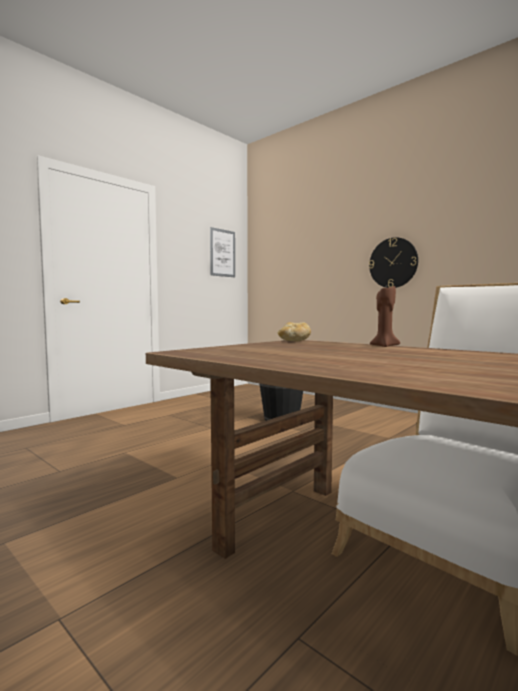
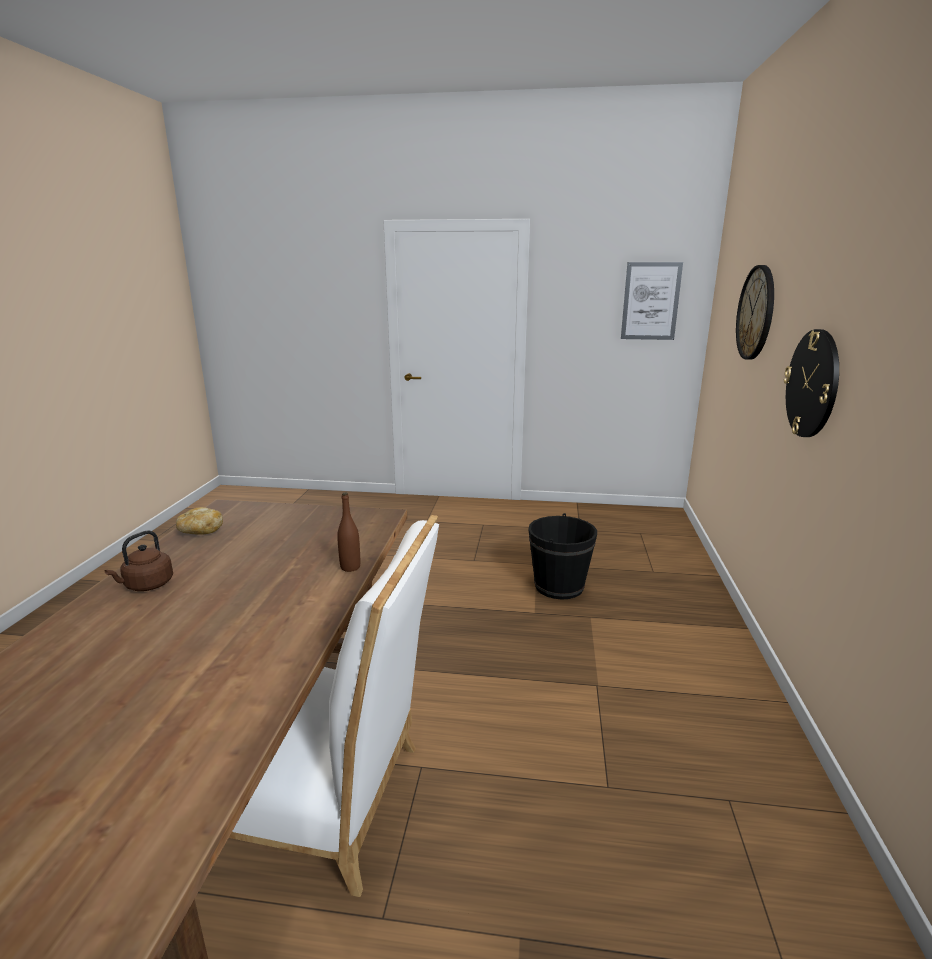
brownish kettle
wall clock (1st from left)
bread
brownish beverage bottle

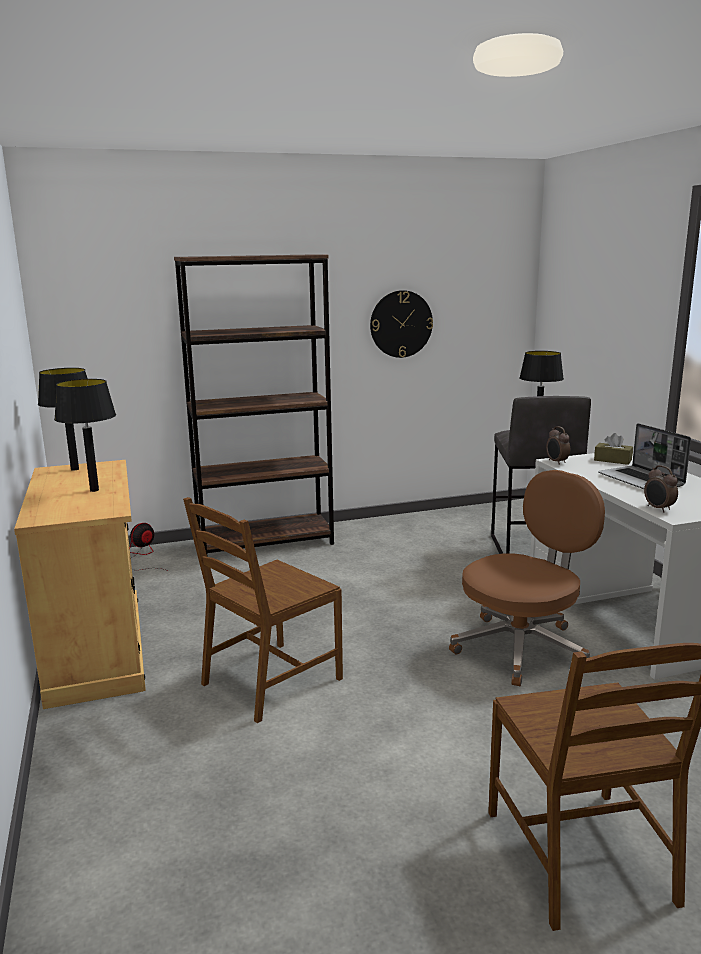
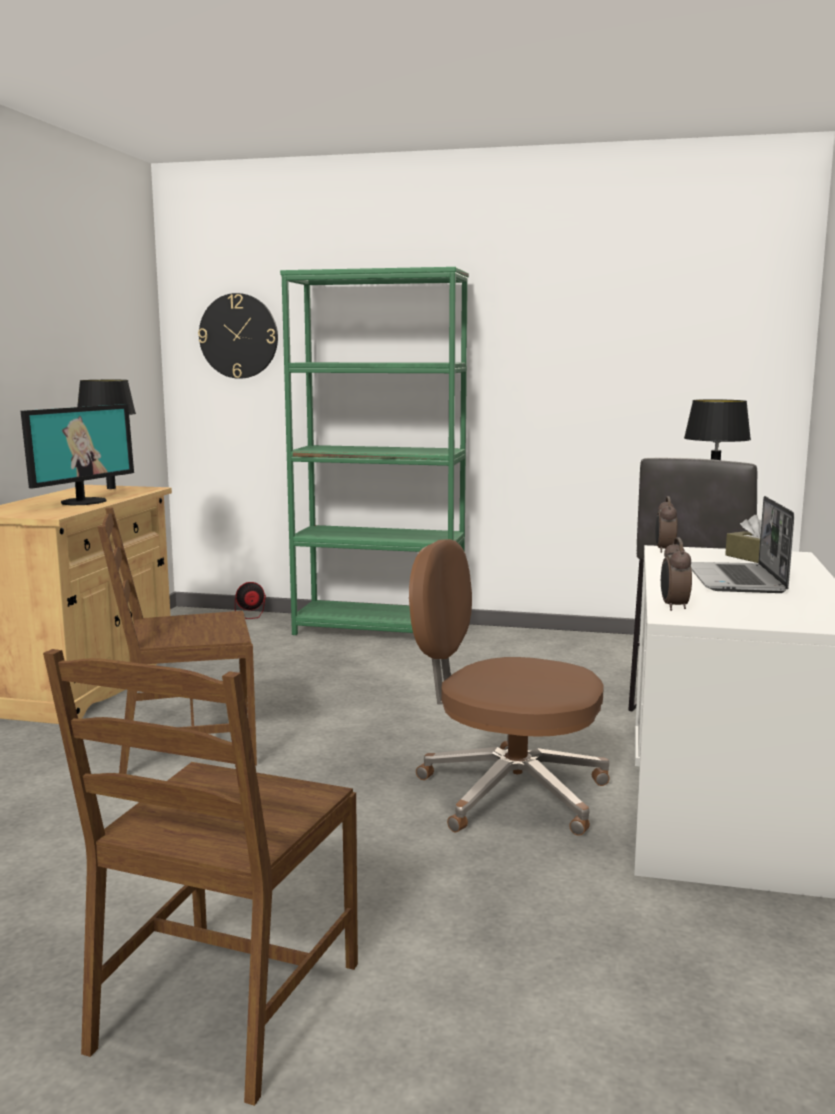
wall clock
computer display
greenish bookcase
brownish office chair

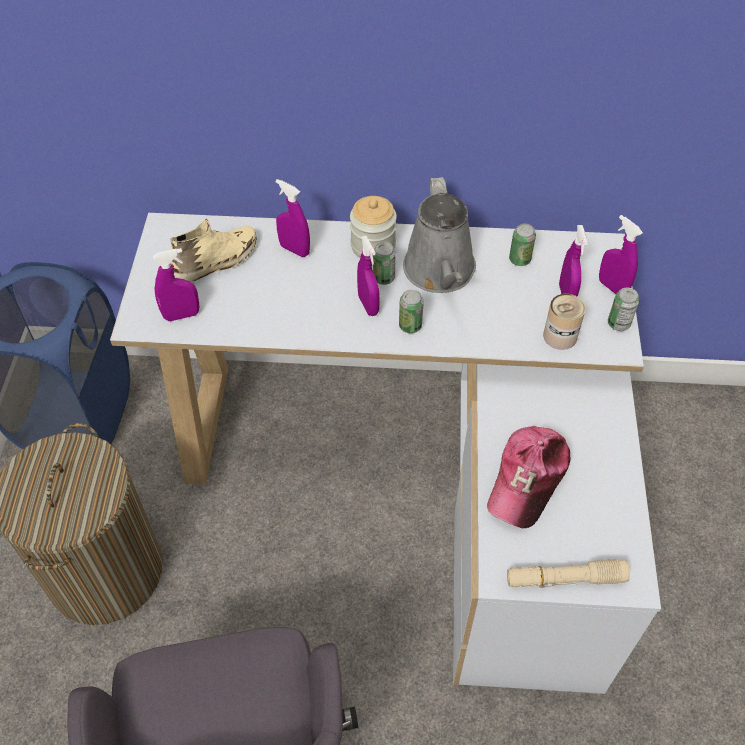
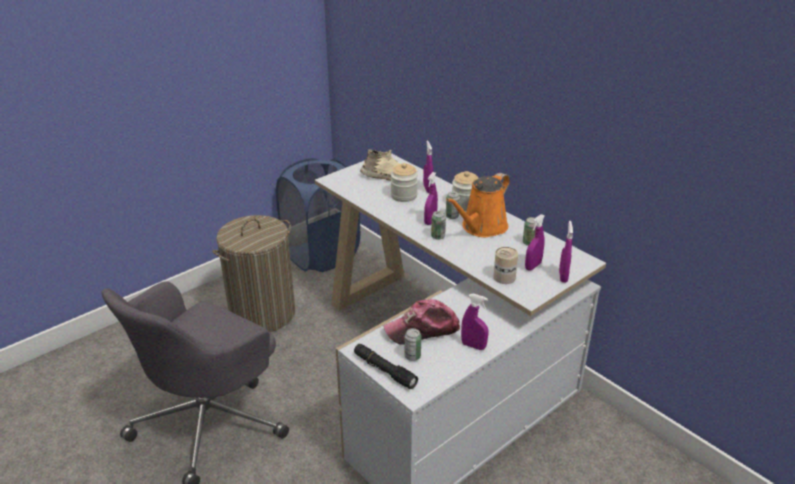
jar (1st from left)
purple spray bottle (3rd from left)
metal can (1st from left)
orange watering can
blackish hand torch

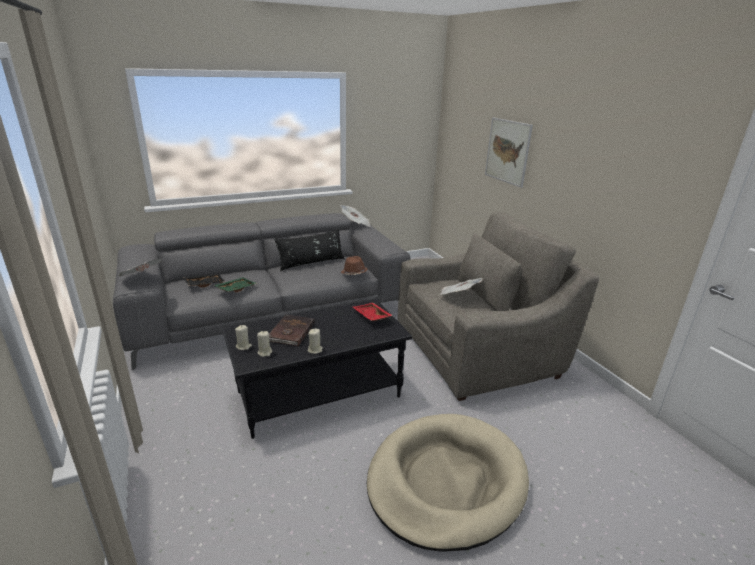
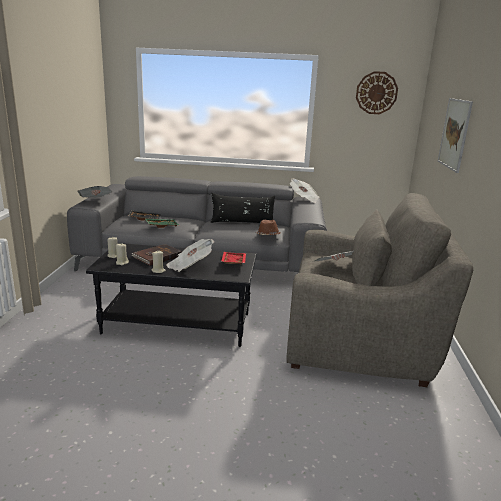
beige-coloured dog bed
printed paper (2nd from left)
wall clock

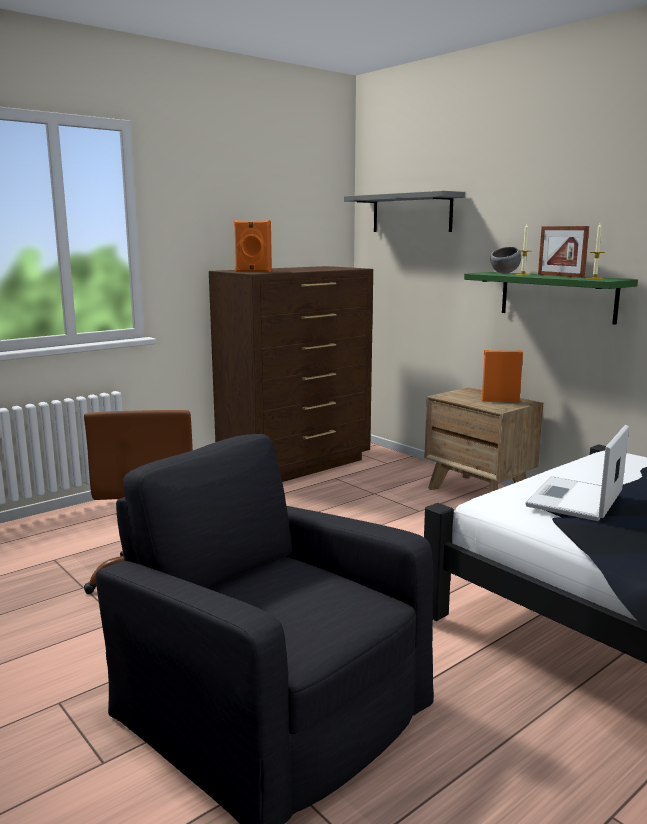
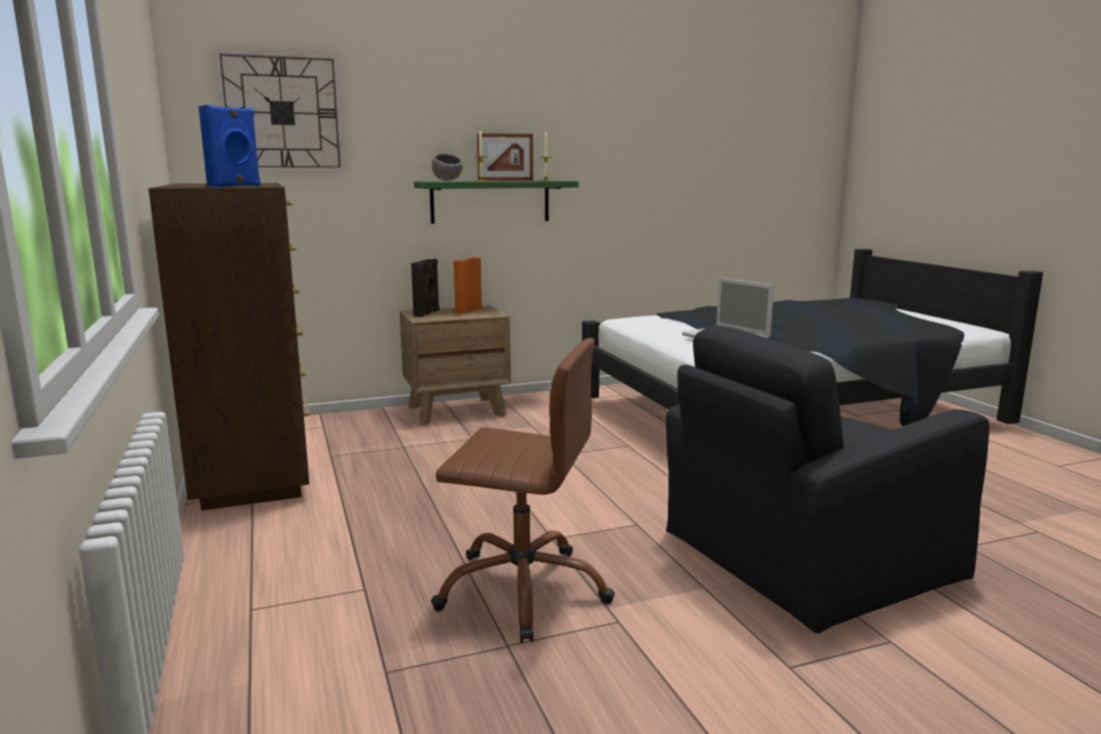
blackish audio speaker
wall clock
blue-coloured audio speaker

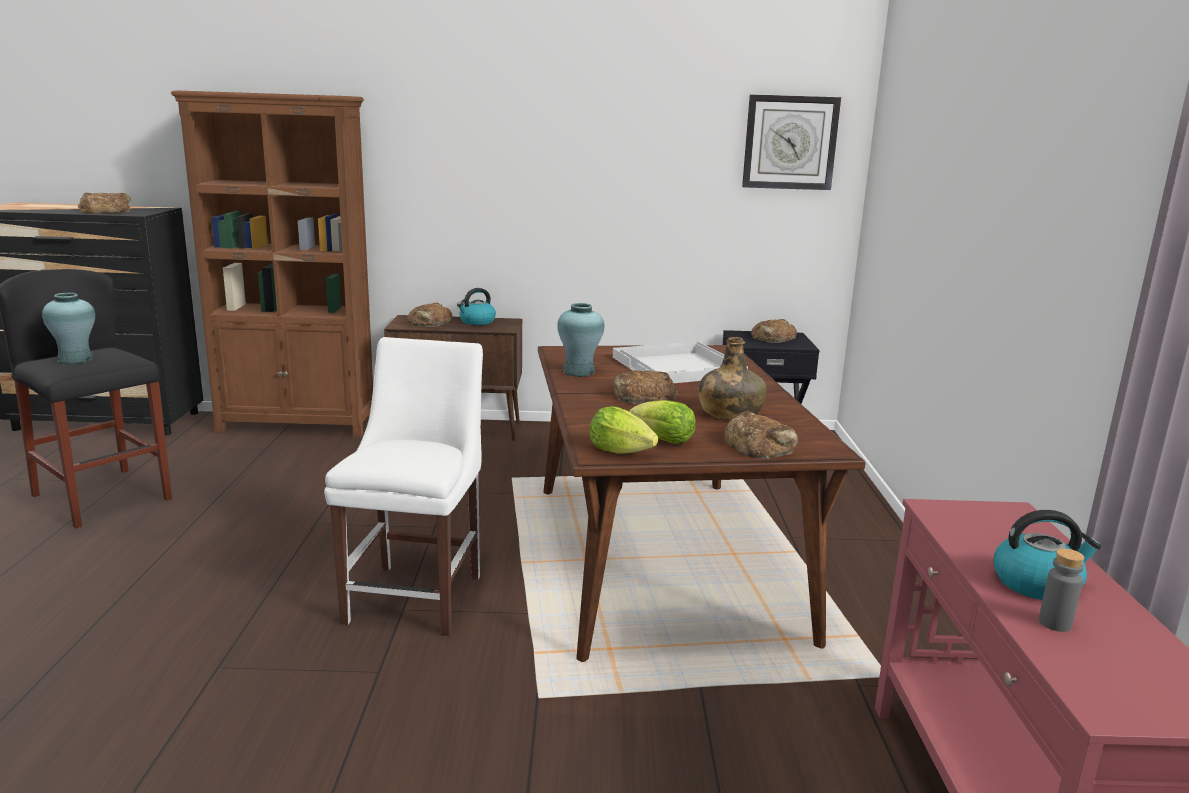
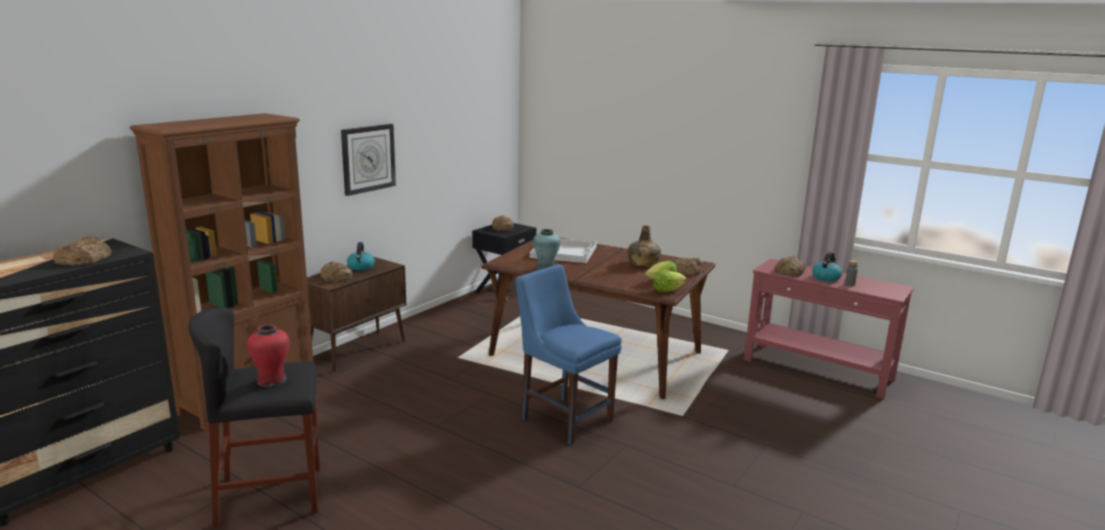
bread (5th from left)
wall clock
reddish decorative vase
blue-coloured plain chair

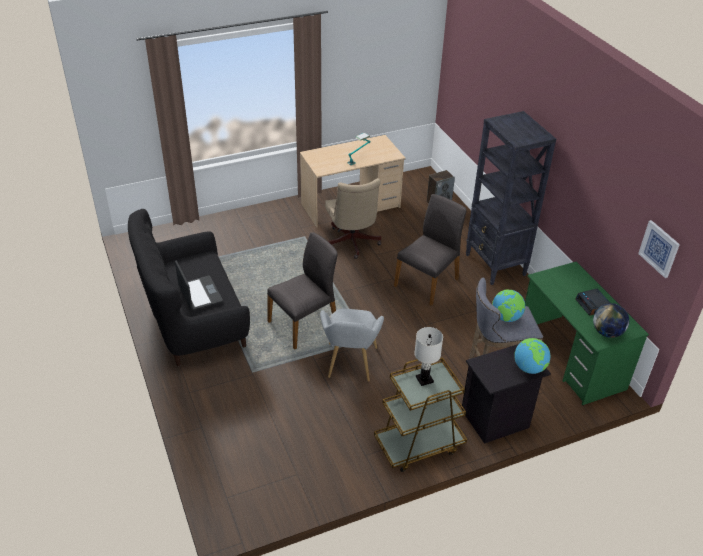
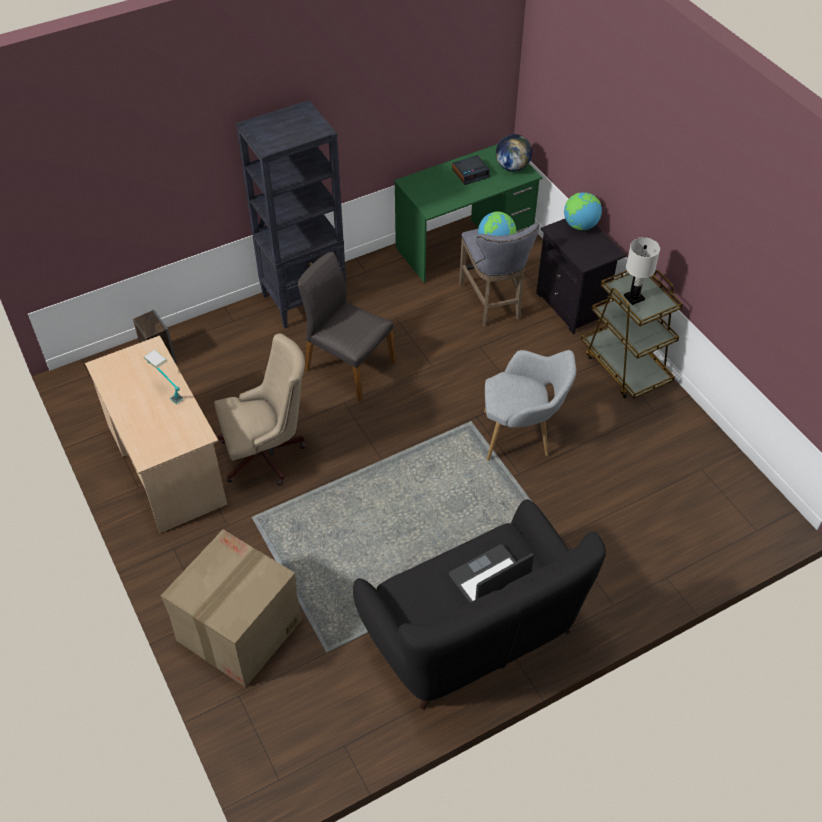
greyish plain chair (1st from left in the first image)
picture
packing box

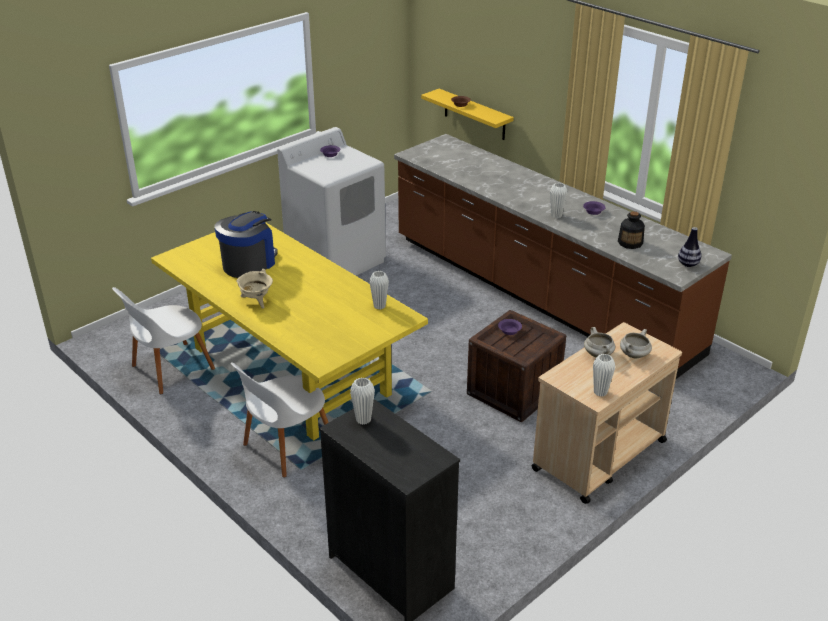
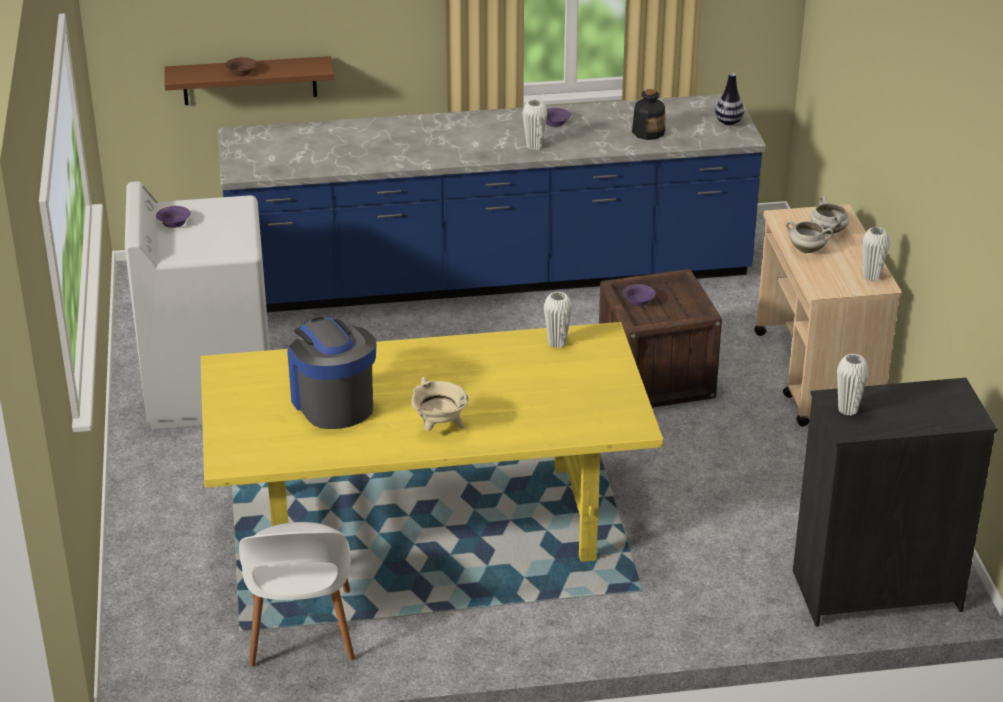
white-coloured plain chair (2nd from left in the first image)
blue-coloured kitchen counter
brownish wall shelf

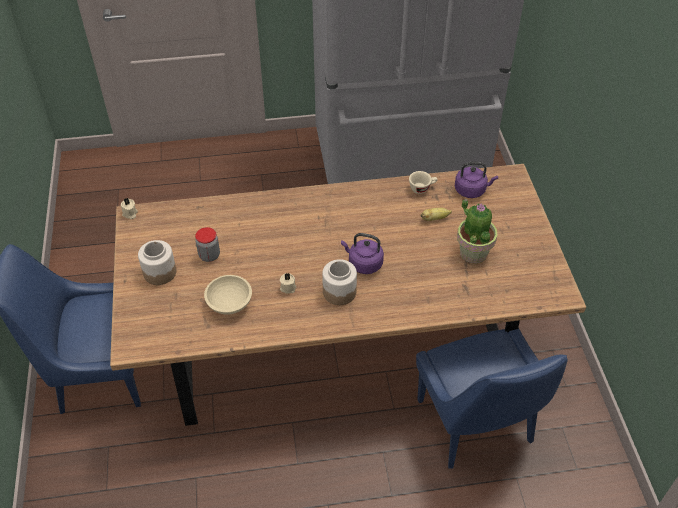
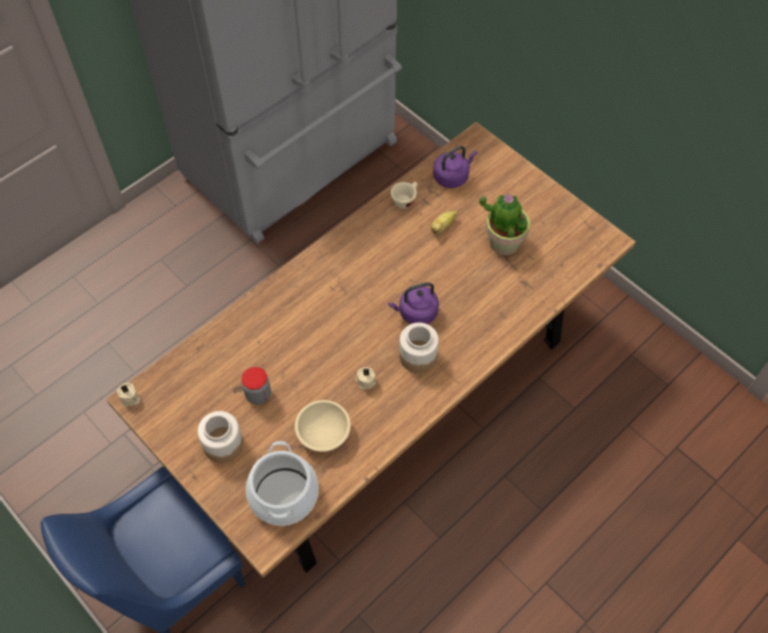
blue-coloured plain chair (2nd from left in the first image)
saucepot

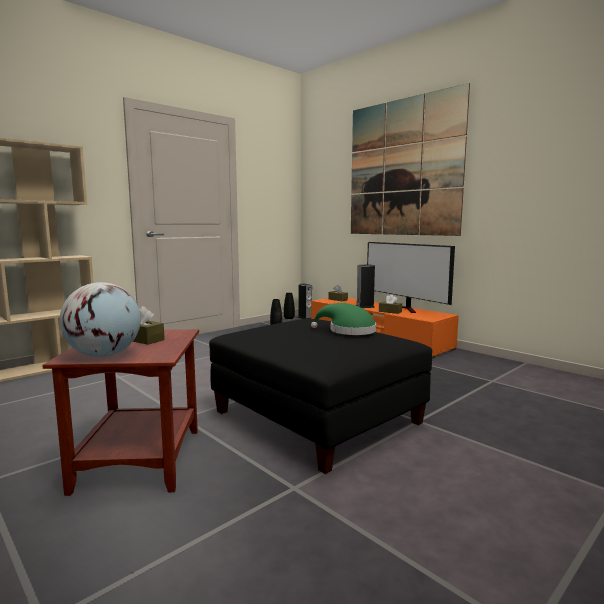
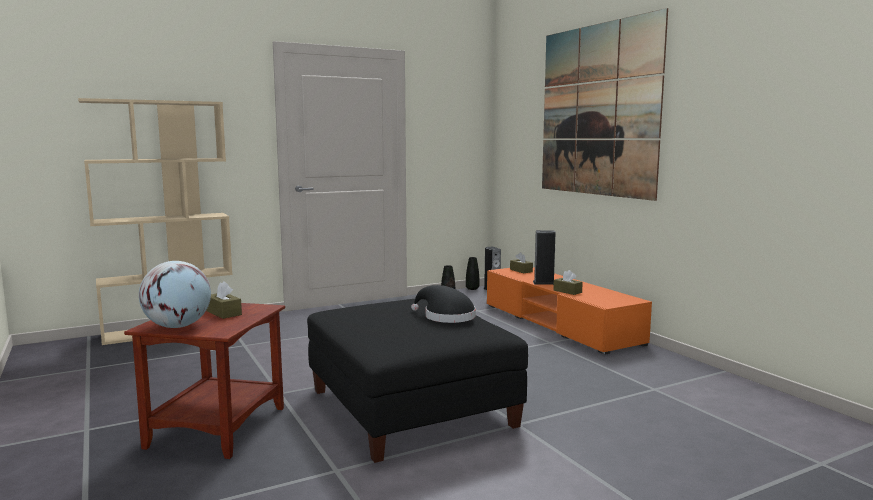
TV set
blackish hat

